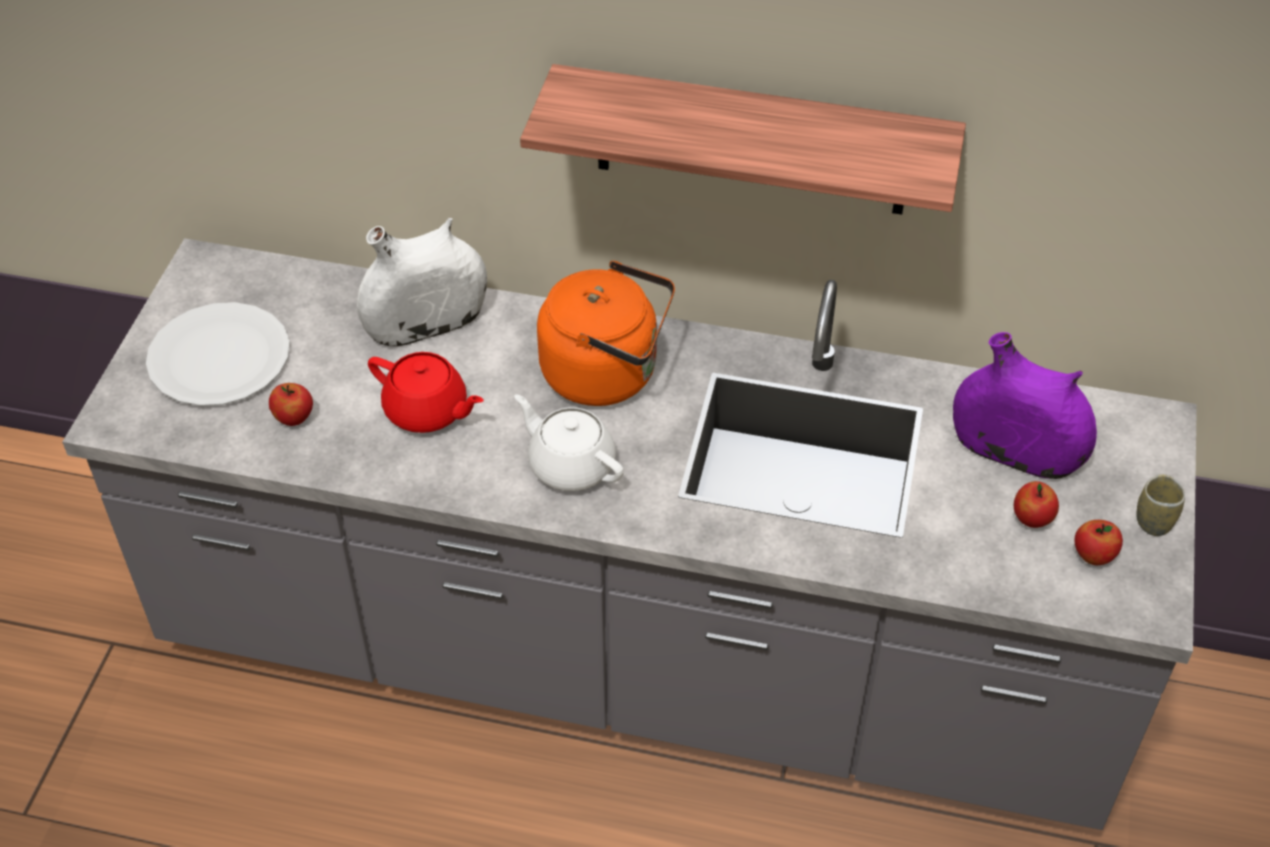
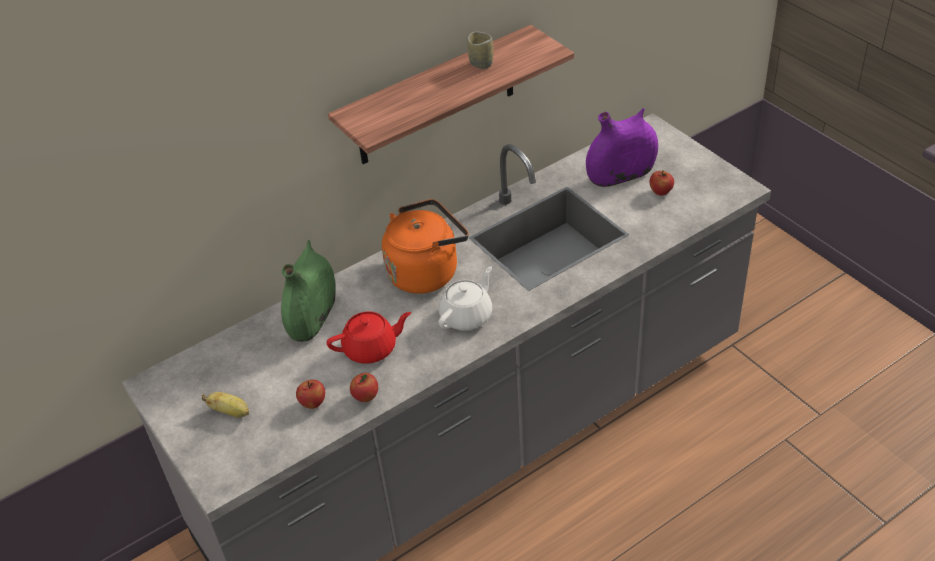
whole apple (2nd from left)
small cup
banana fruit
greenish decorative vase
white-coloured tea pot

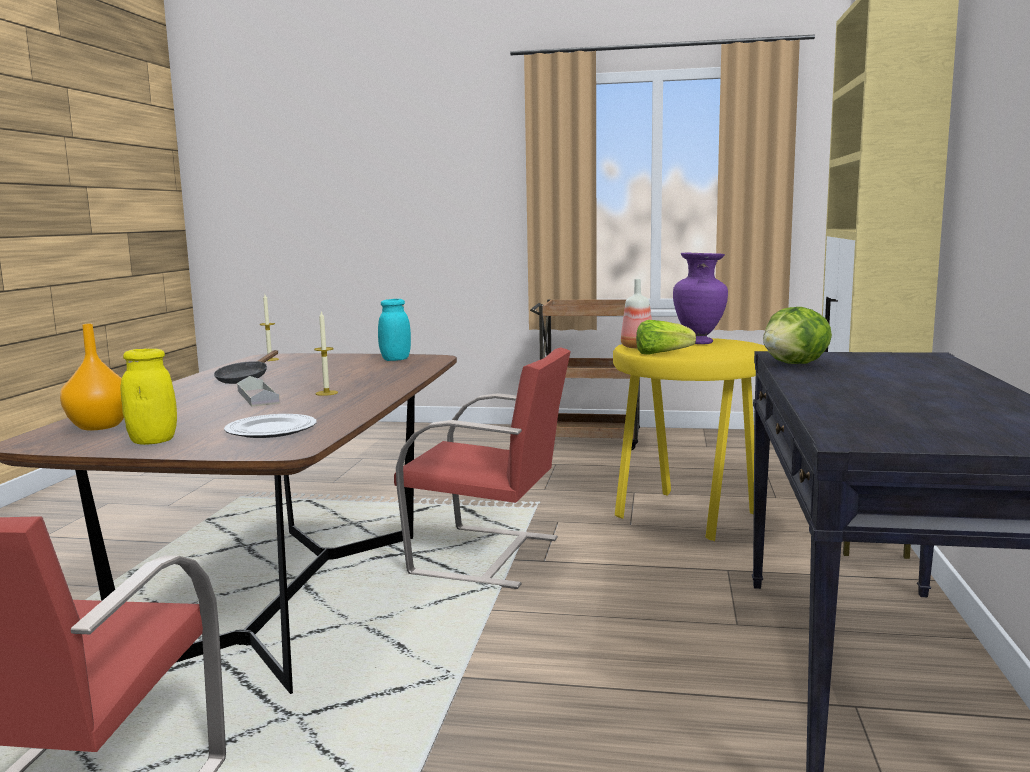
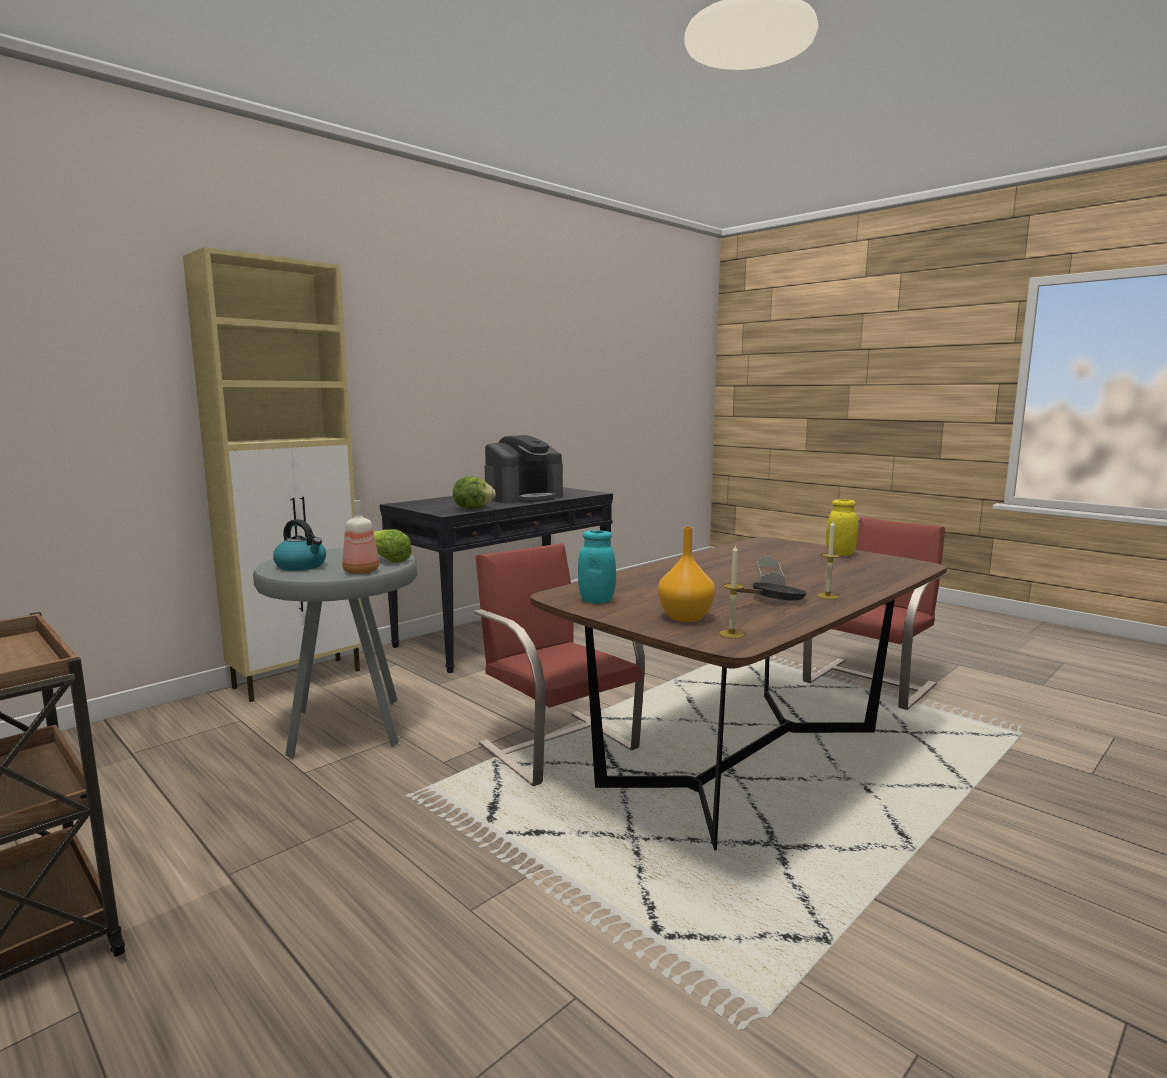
plate
coffee brewer
orange decorative vase
candle (2nd from left)
kettle
greyish stool

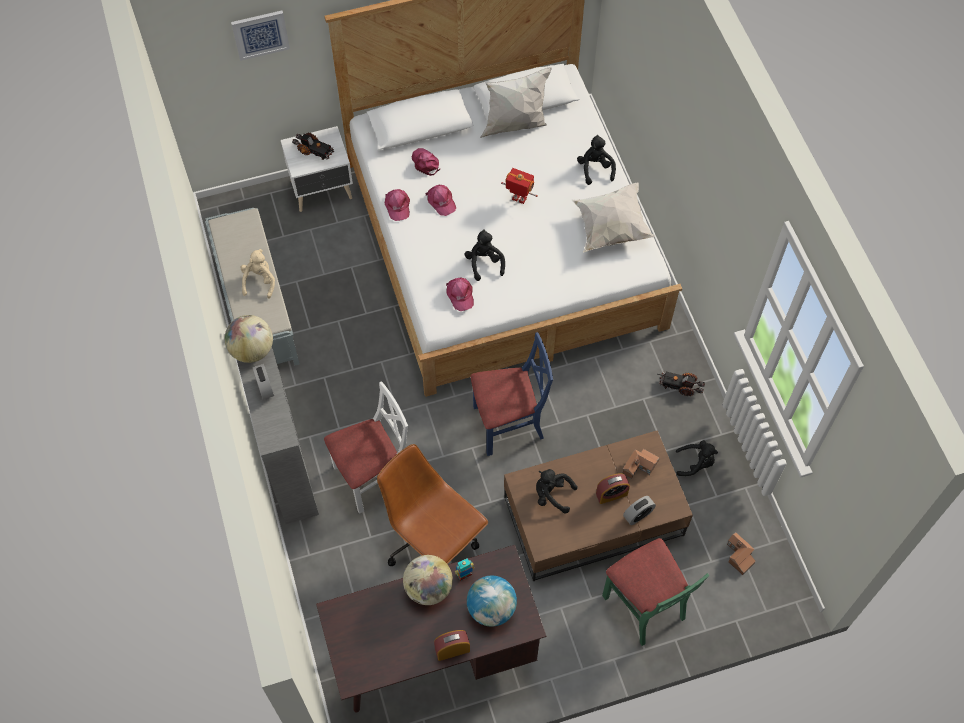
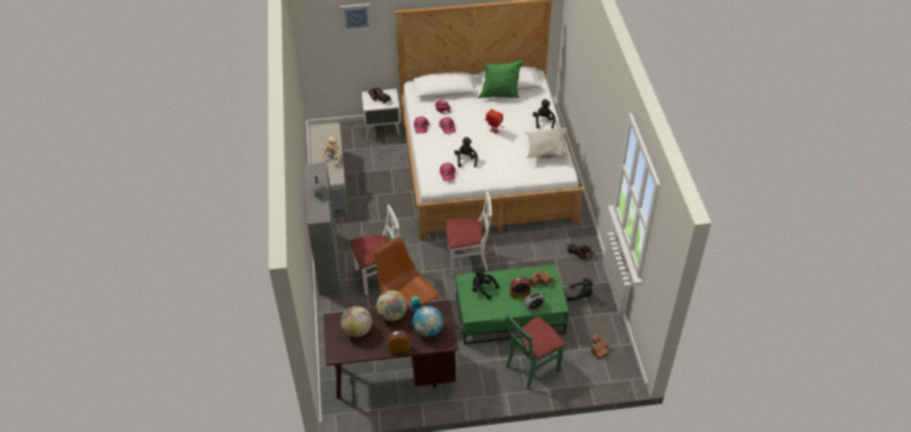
world globe (1st from left)
white-coloured plain chair (2nd from left)
greenish pillow
greenish low table
greenish plain chair

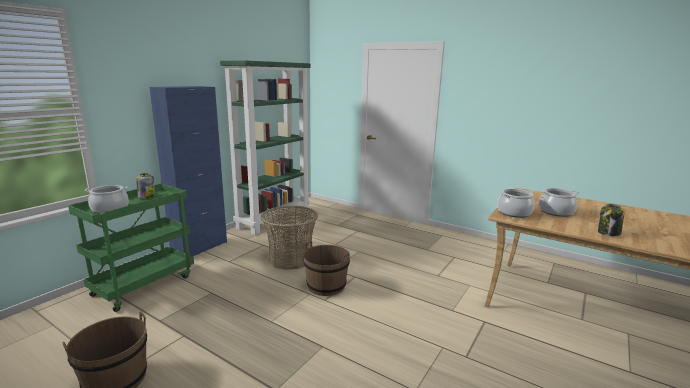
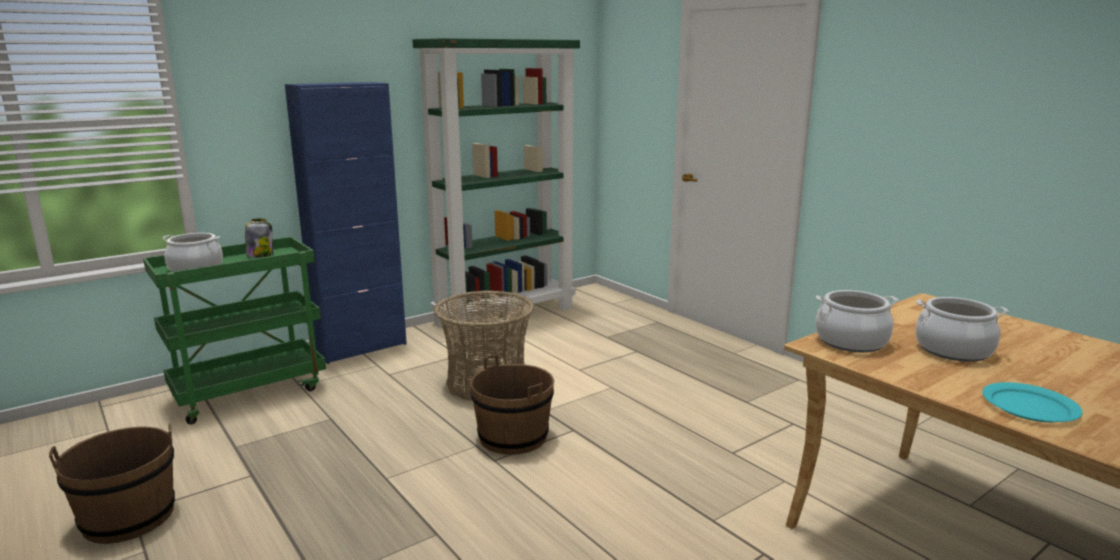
turquoise-coloured plate

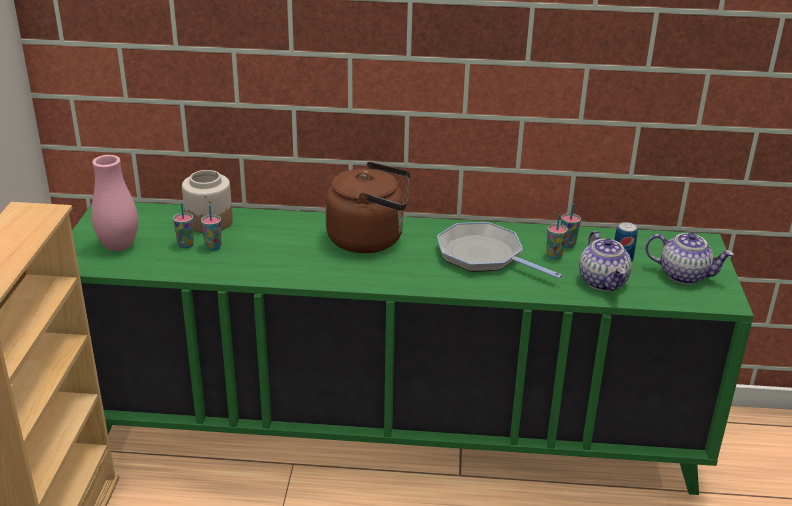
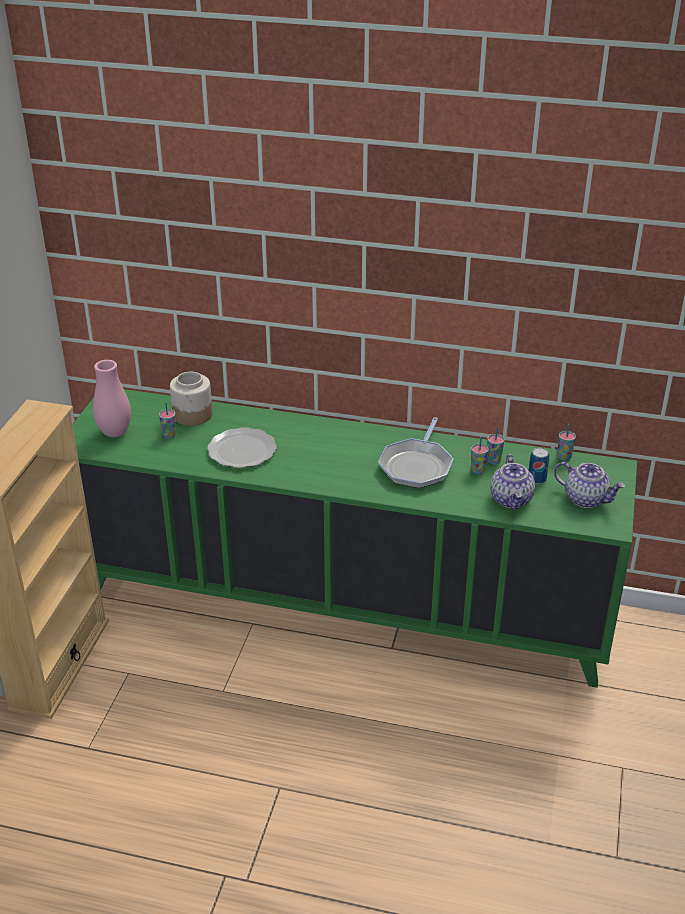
brownish kettle
plate
small cup (4th from left)
frying pan

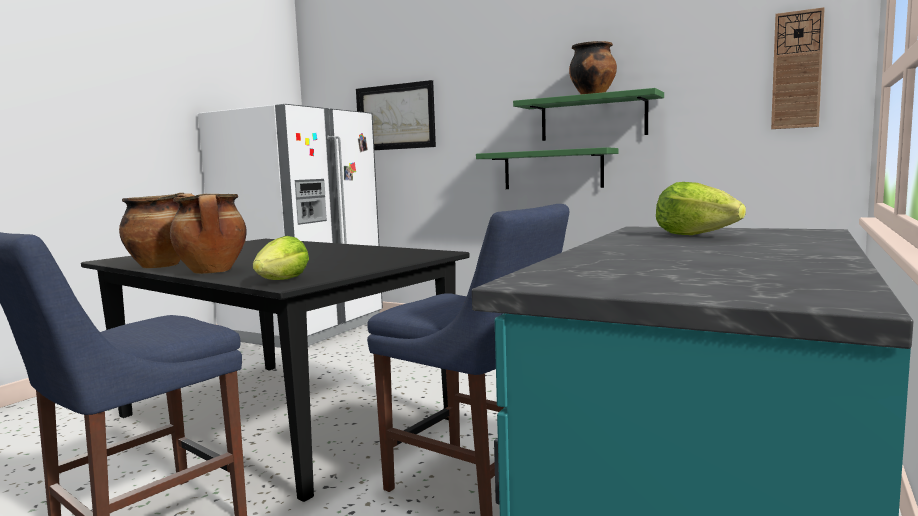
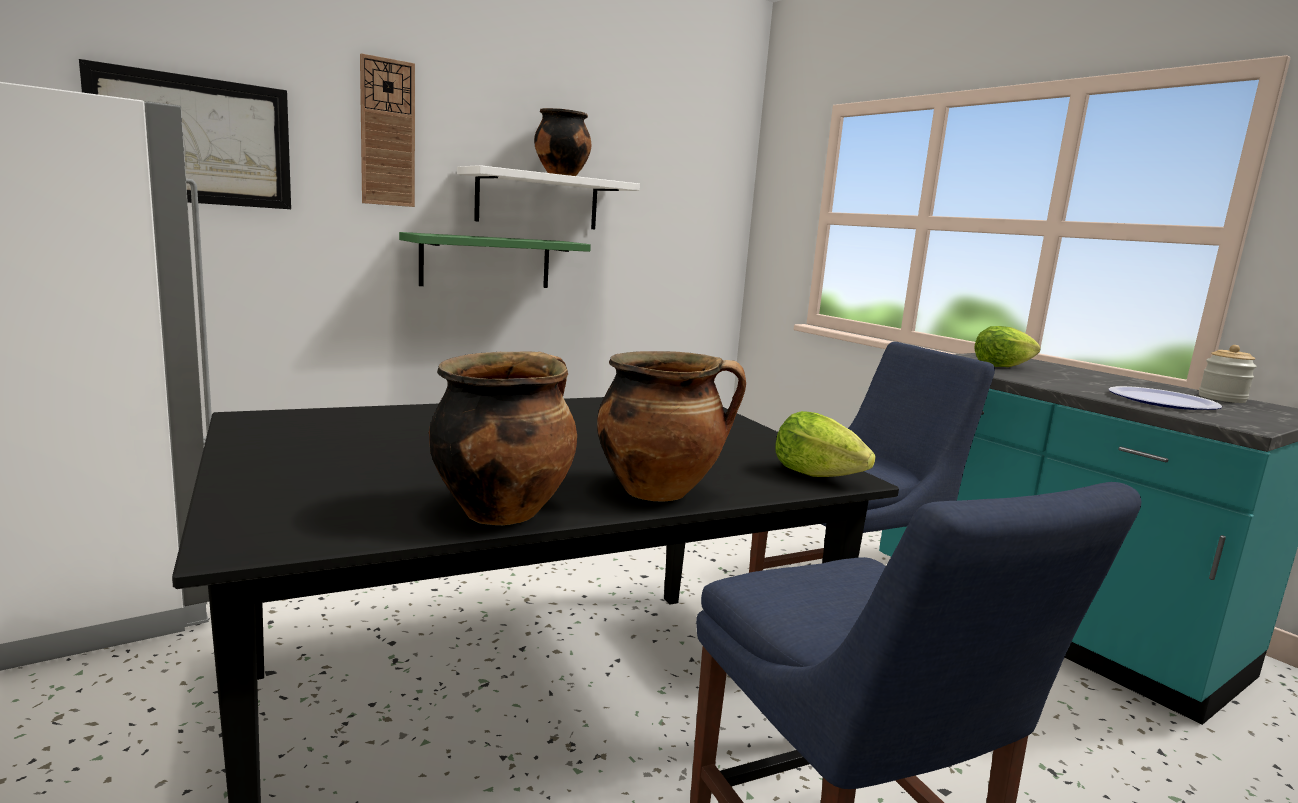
plate
jar
wall clock
white-coloured wall shelf

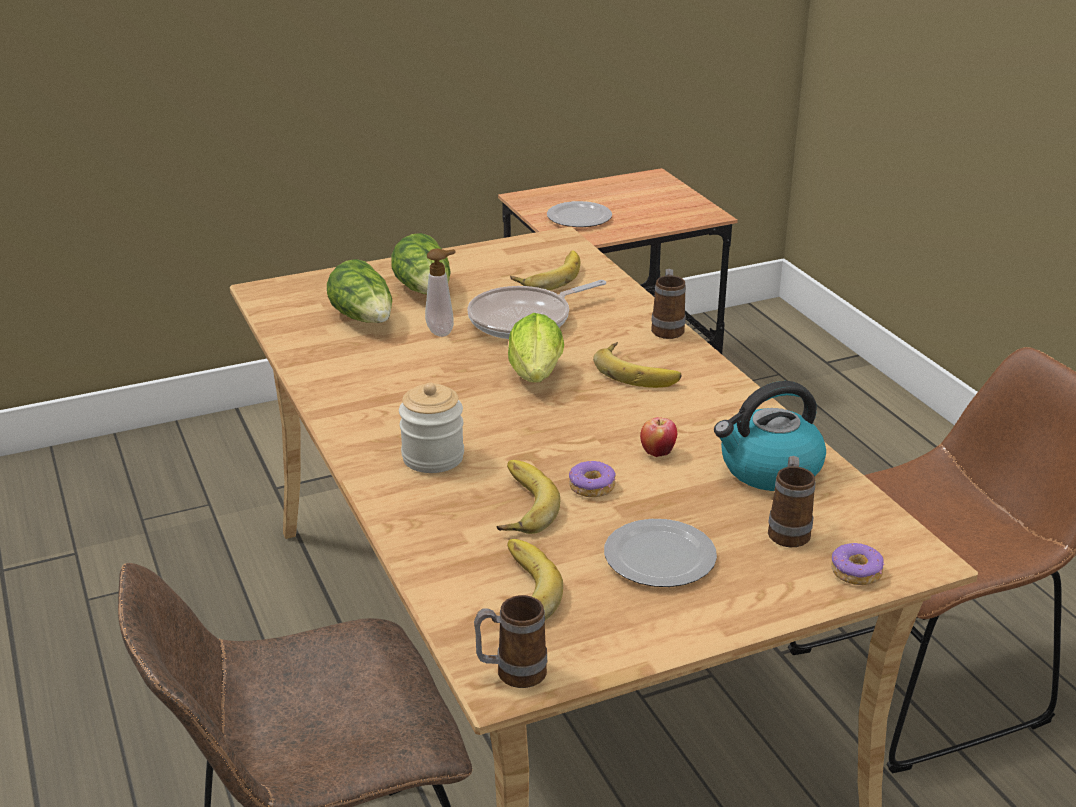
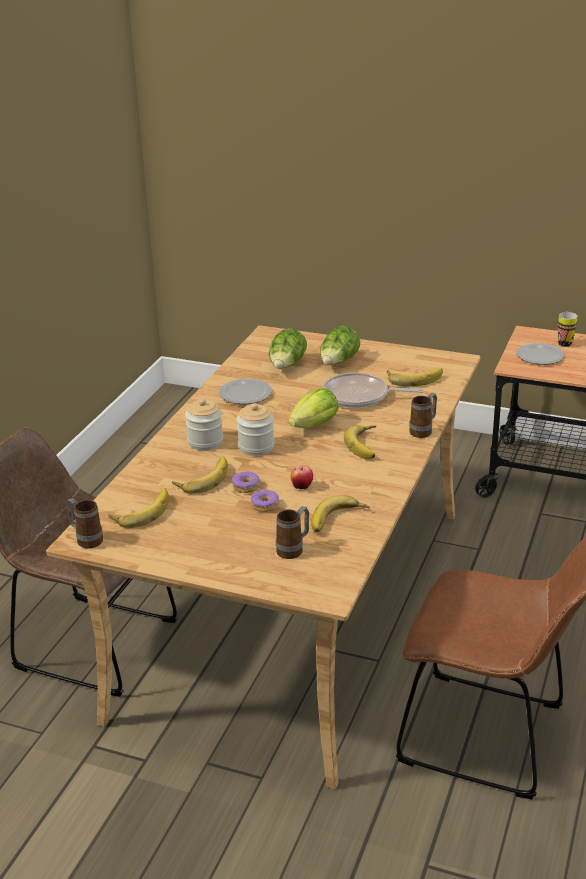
liquid soap bottle
jar (2nd from left)
mug (4th from left)
plate (1st from left)
donut (2nd from left)
banana fruit (3rd from left)

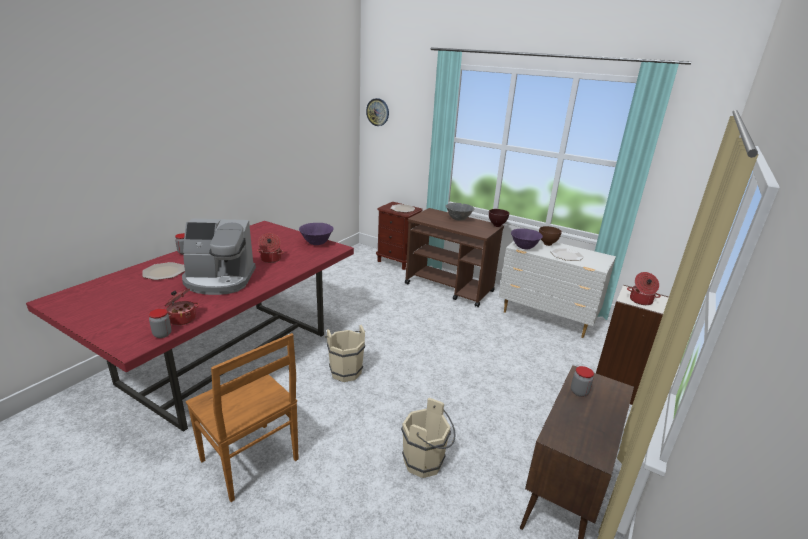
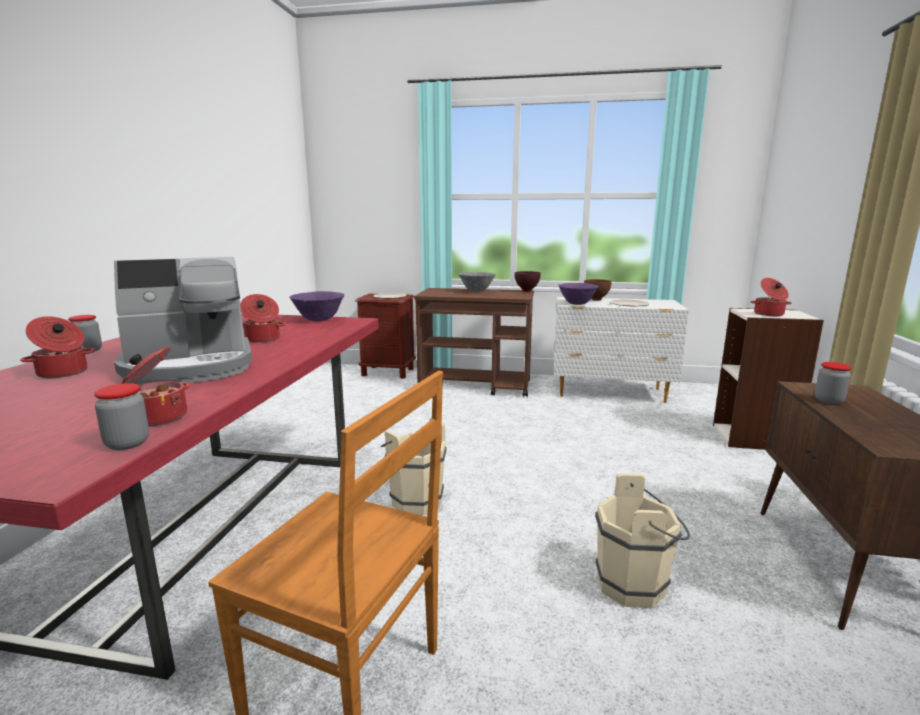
wall clock
saucepot (1st from left)

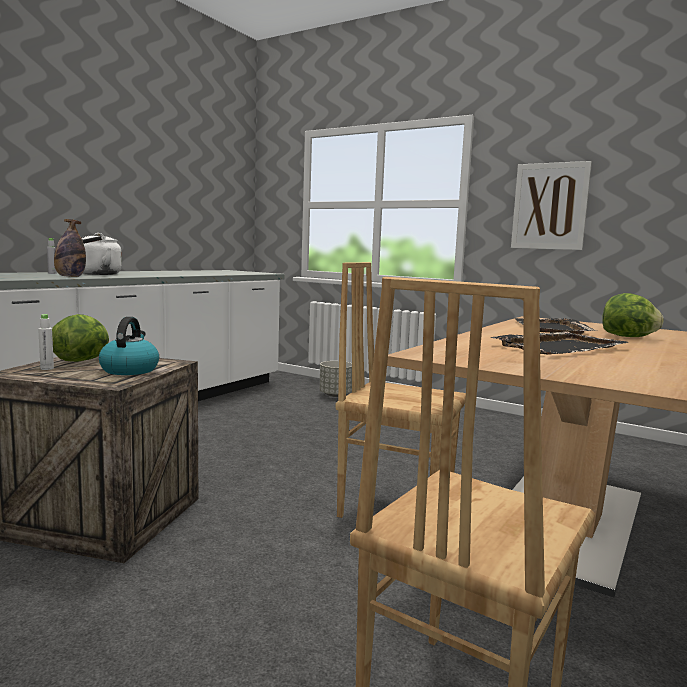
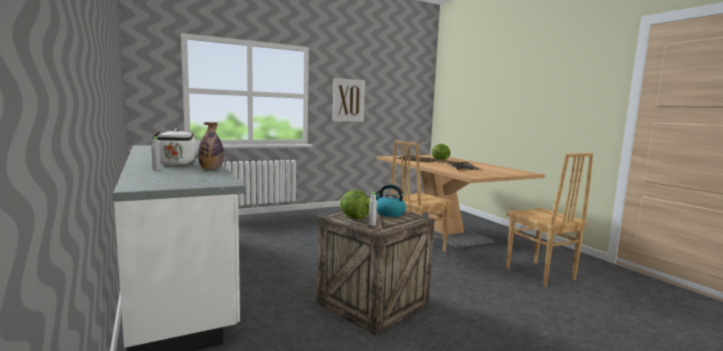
greyish flower pot

